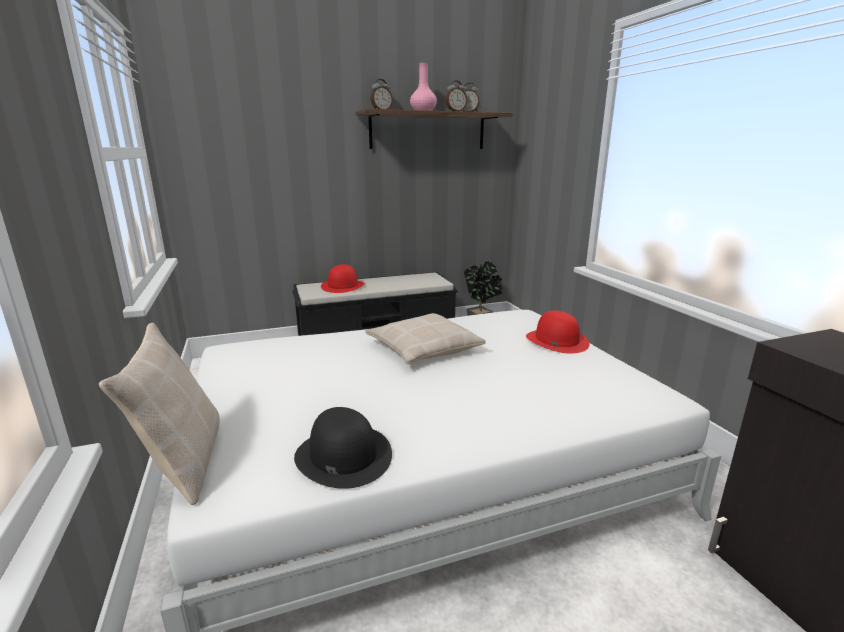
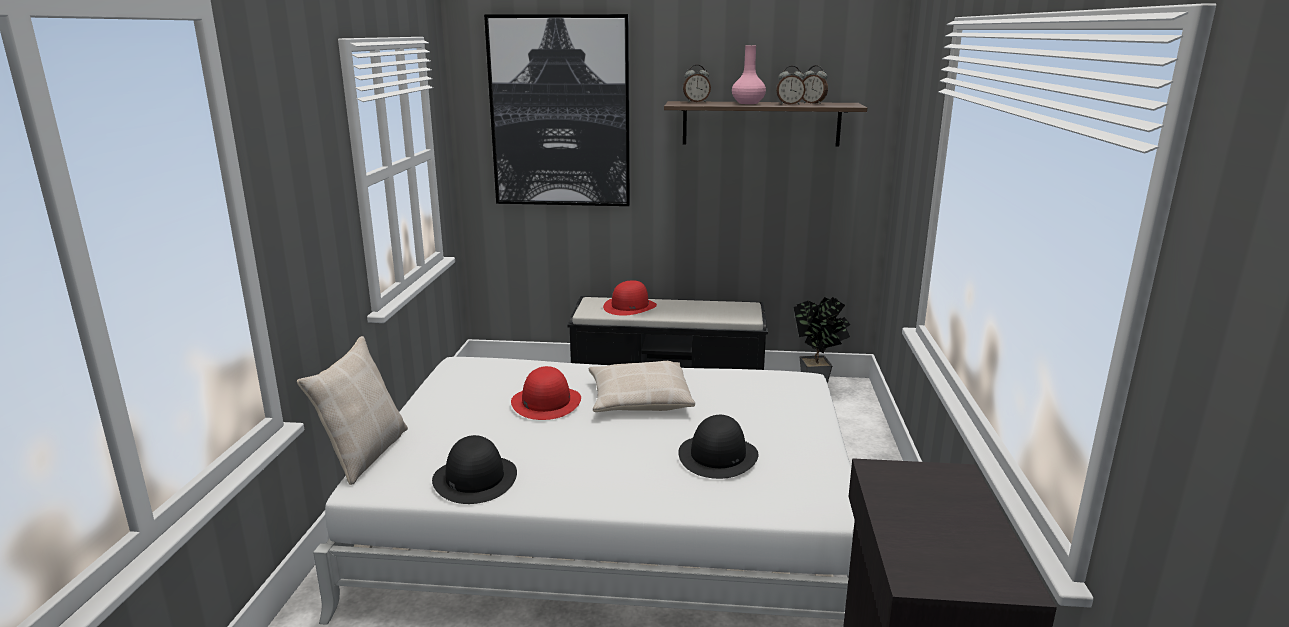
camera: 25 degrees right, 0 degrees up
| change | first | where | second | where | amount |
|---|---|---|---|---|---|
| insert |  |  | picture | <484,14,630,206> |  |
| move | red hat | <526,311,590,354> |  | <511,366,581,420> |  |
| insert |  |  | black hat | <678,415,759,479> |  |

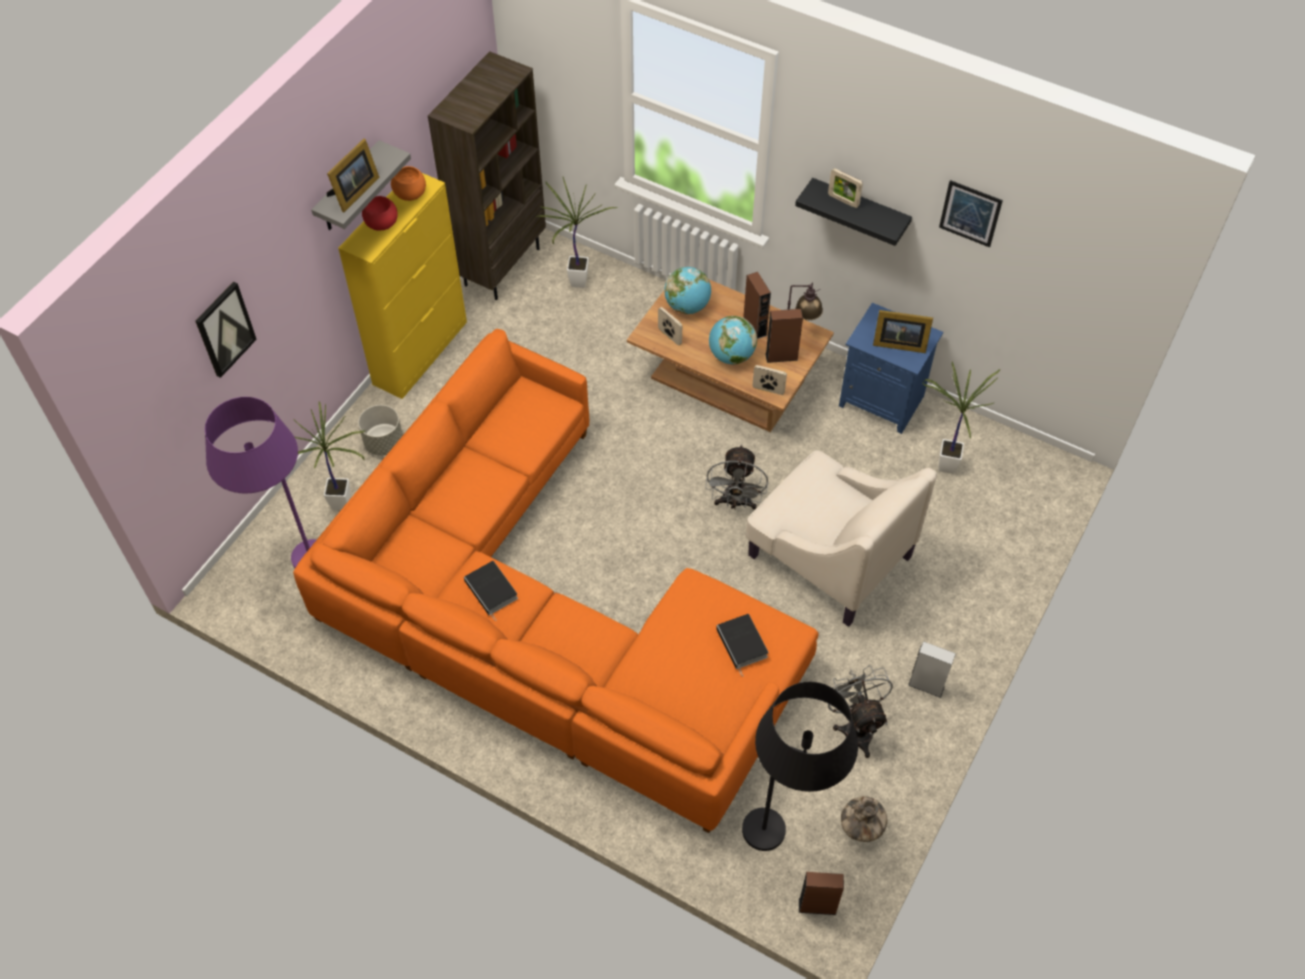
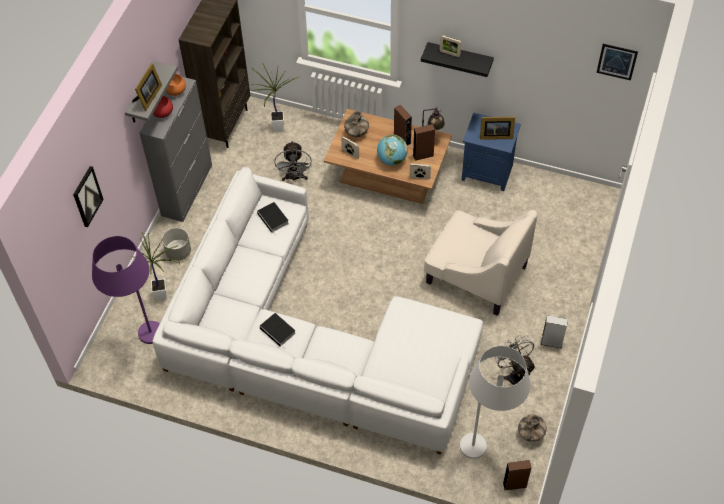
camera: 10 degrees left, 0 degrees up
| change | first | where | second | where | amount |
|---|---|---|---|---|---|
| recolor | yellow cabinet | <338,173,467,399> | grey cabinet | <139,77,212,222> |  |
| recolor | orange sofa | <293,329,819,833> | white sofa | <153,167,483,455> |  |
| move | book | <716,614,768,676> |  | <257,202,289,236> |  |
| move | grey fan | <705,444,768,510> |  | <274,141,312,181> |  |
| replace | globe | <664,267,711,314> | vase | <344,111,369,138> |  |
| recolor | black floor lamp | <742,682,858,851> | white floor lamp | <460,346,531,459> |  |
| move | picture | <939,180,1003,247> |  | <597,44,638,80> |  |
| delete | potted plant | <923,362,1000,474> |  |  |  |

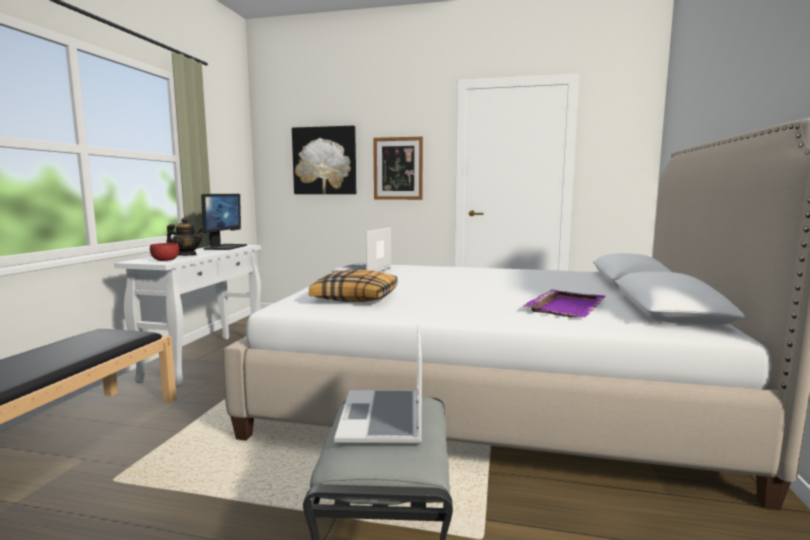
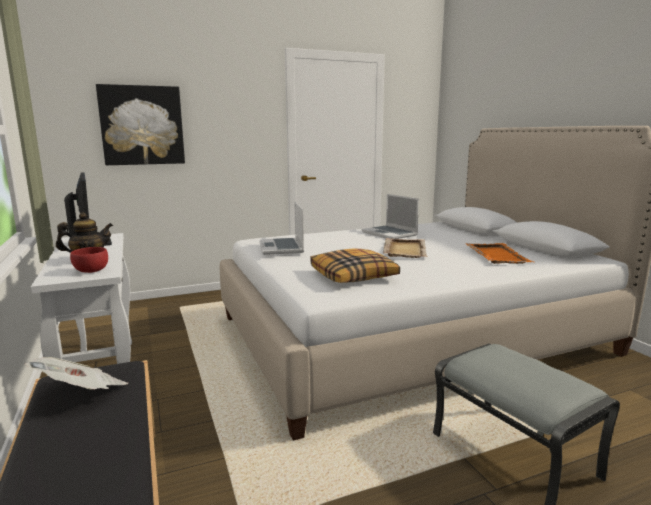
camera: 35 degrees left, 5 degrees up
| change | first | where | second | where | amount |
|---|---|---|---|---|---|
| insert |  |  | newspaper | <24,357,128,390> |  |
| move | laptop | <334,324,422,445> |  | <362,194,419,239> |  |
| insert |  |  | beige tray | <383,238,428,258> |  |
| recolor | purple tray | <524,289,606,317> | orange tray | <465,243,533,264> |  |
| delete | picture | <373,137,423,200> |  |  |  |

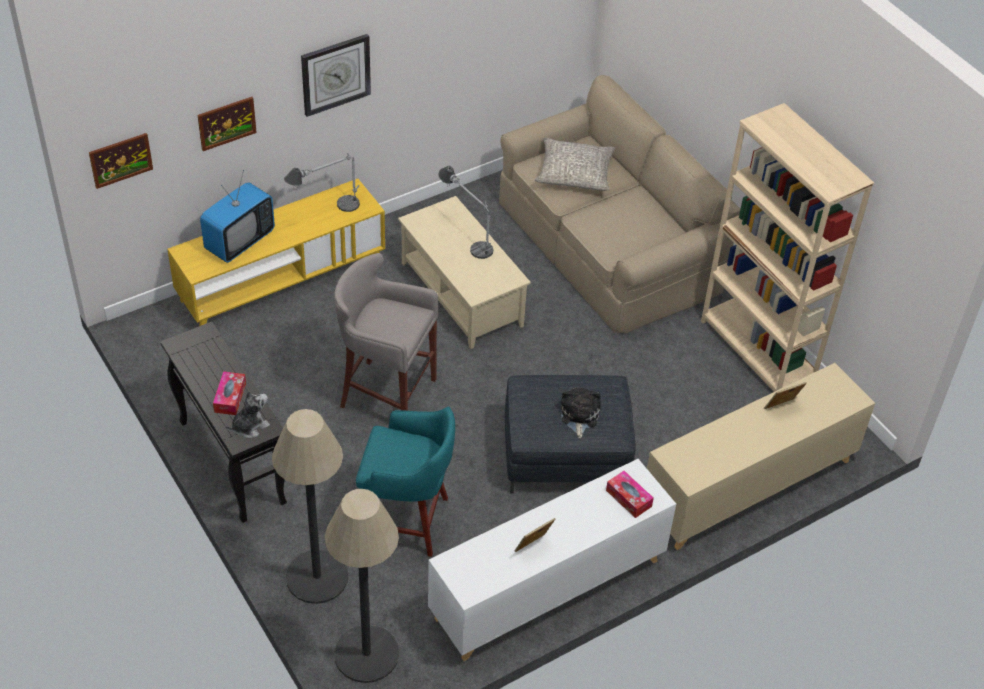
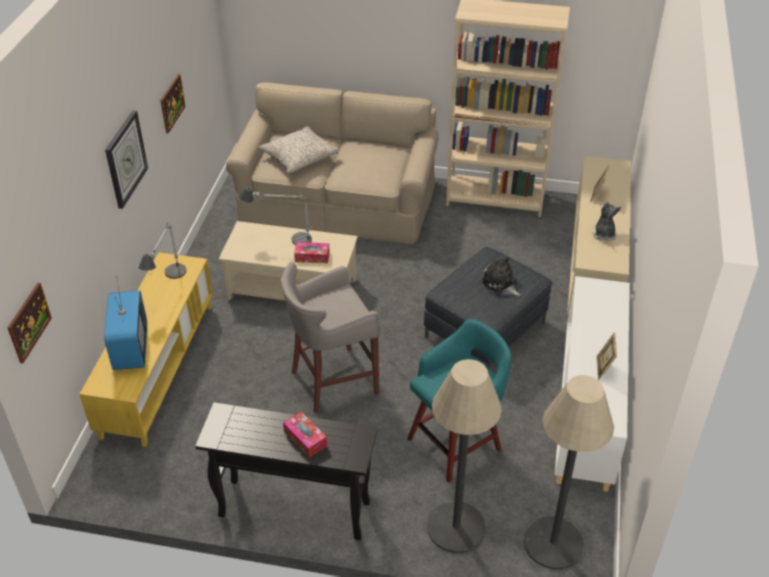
camera: 45 degrees left, 5 degrees down
| change | first | where | second | where | amount |
|---|---|---|---|---|---|
| move | picture | <198,97,257,151> |  | <160,74,185,134> |  |
| move | tissue box | <606,471,654,518> |  | <294,242,330,263> |  |
| move | plush toy | <226,391,270,438> |  | <592,202,621,241> |  |

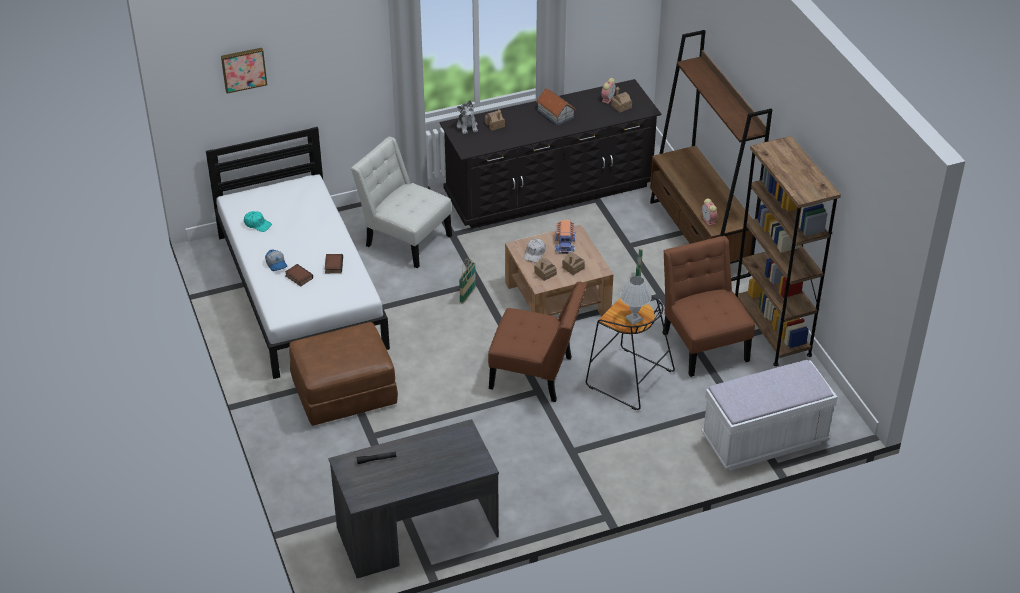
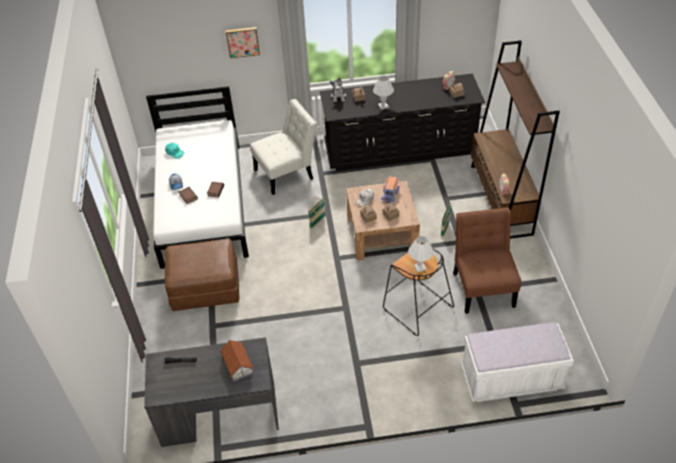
camera: 15 degrees right, 5 degrees up
| change | first | where | second | where | amount |
|---|---|---|---|---|---|
| move | toy house | <537,88,576,125> |  | <220,340,254,382> |  |
| move | picture | <221,48,267,94> |  | <226,27,260,58> |  |
| rotate | white chair | <351,137,452,268> |  | <250,99,317,195> | 105 degrees clockwise |
| insert |  |  | white table lamp | <373,76,394,110> |  |
| delete | brown chair | <488,281,587,402> |  |  |  |
| delete | brown bookcase | <735,136,841,366> |  |  |  |

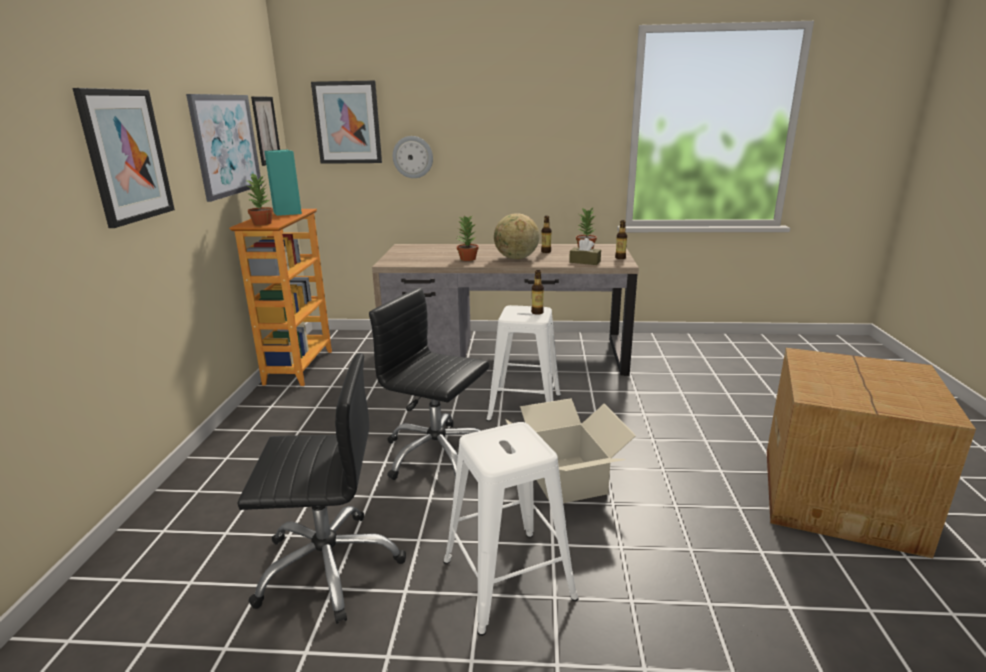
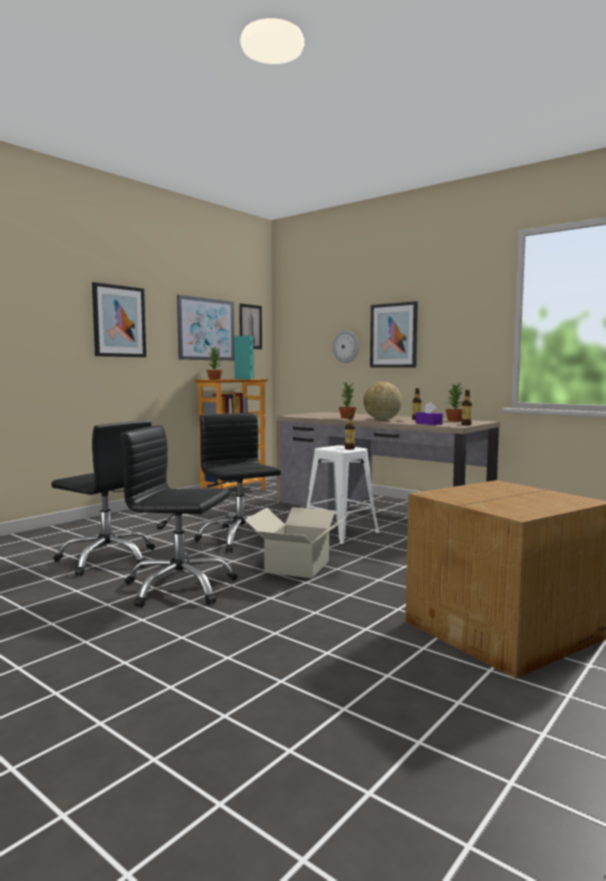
camera: 35 degrees right, 15 degrees down
| change | first | where | second | where | amount |
|---|---|---|---|---|---|
| replace | white stool | <443,422,579,636> | black office chair | <121,425,237,607> |  |
| move | picture | <311,80,382,164> |  | <370,301,418,368> |  |
| recolor | brown tissue box | <569,238,601,265> | purple tissue box | <415,402,443,425> |  |

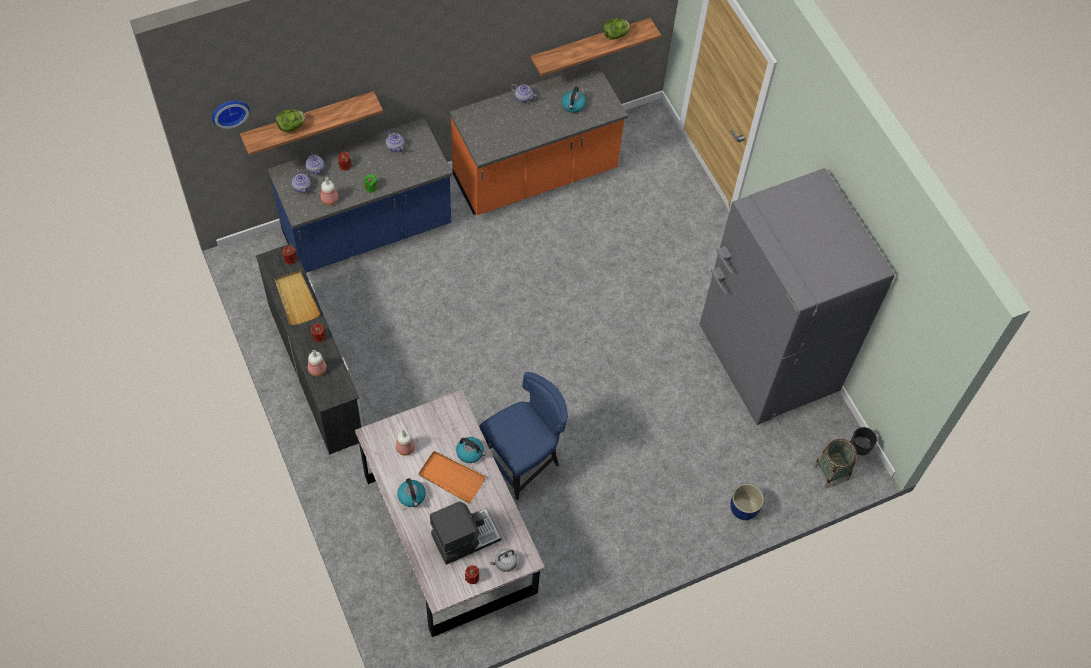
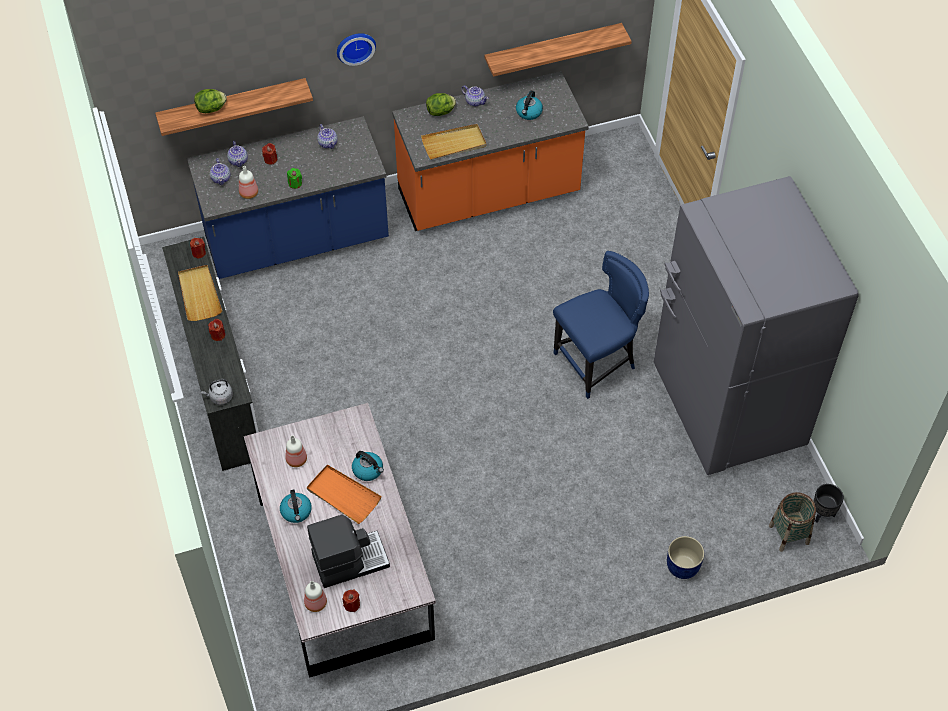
camera: 10 degrees right, 5 degrees down
| change | first | where | second | where | amount |
|---|---|---|---|---|---|
| move | grey kettle | <489,549,517,572> |  | <201,379,233,405> |  |
| move | bottle | <308,350,327,376> |  | <304,581,327,612> |  |
| move | wall clock | <212,100,250,129> |  | <337,33,376,66> |  |
| insert |  |  | beige tray | <421,124,487,160> |  |
| move | lettuce | <603,18,630,40> |  | <426,93,456,116> |  |
| move | blue chair | <479,372,568,500> |  | <553,251,649,399> |  |

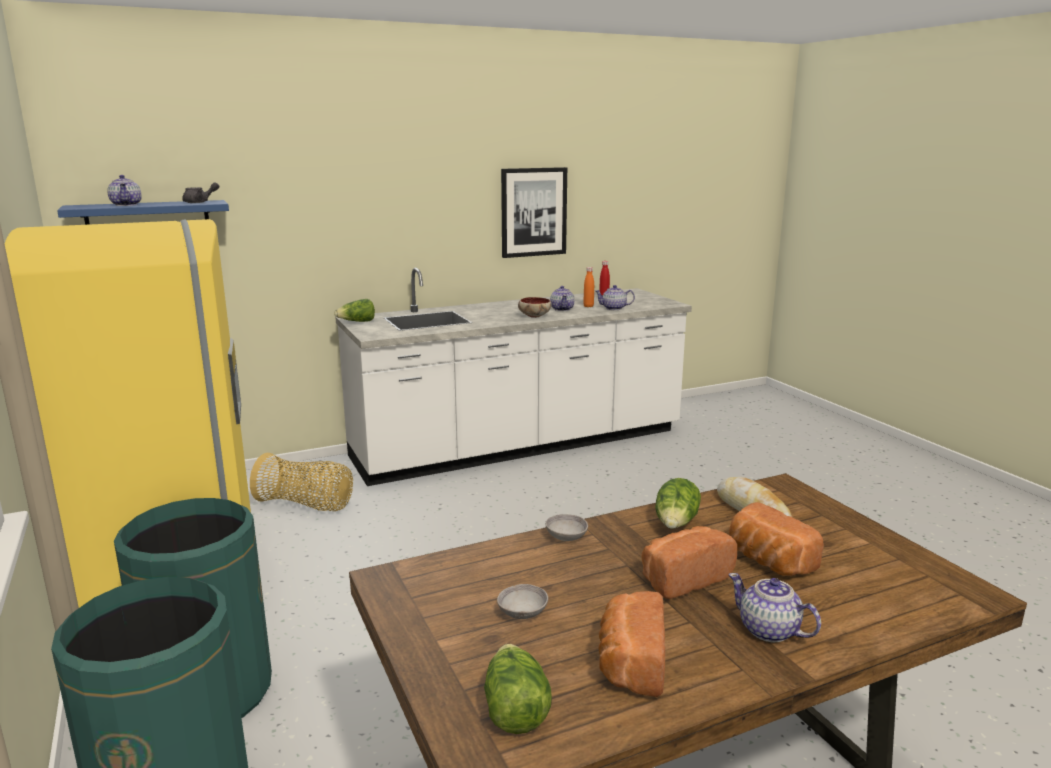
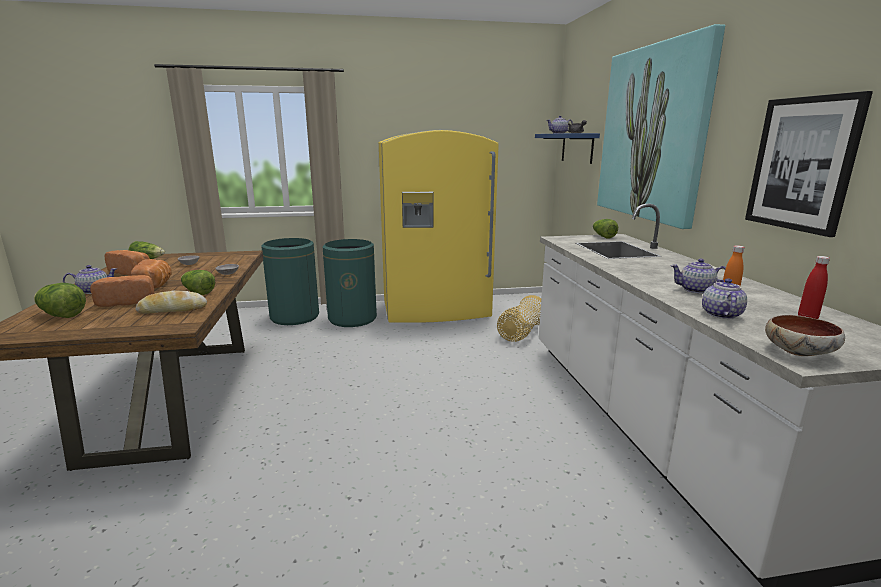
camera: 105 degrees right, 0 degrees up
| change | first | where | second | where | amount |
|---|---|---|---|---|---|
| insert |  |  | lettuce | <34,283,86,318> |  |
| insert |  |  | picture | <597,24,725,229> |  |
| move | bowl | <518,297,551,318> |  | <765,315,845,356> |  |

